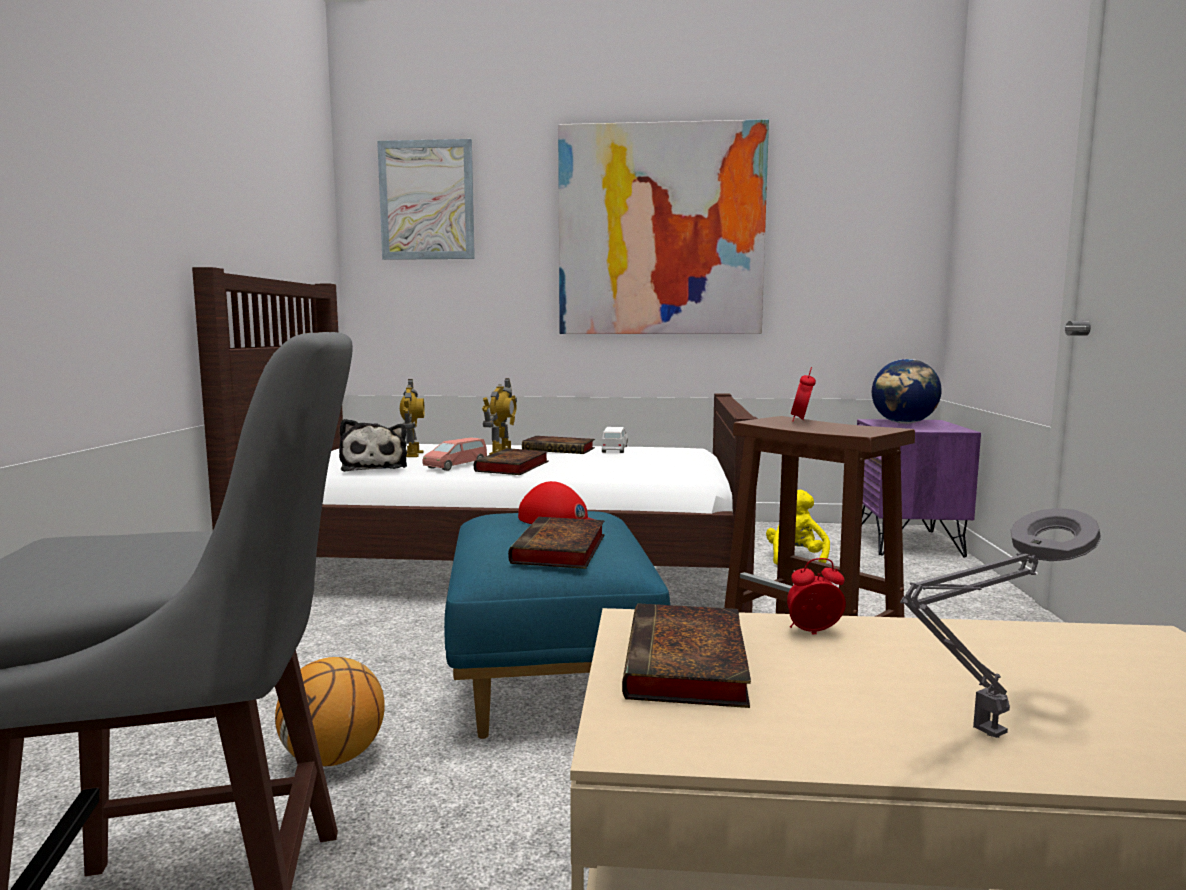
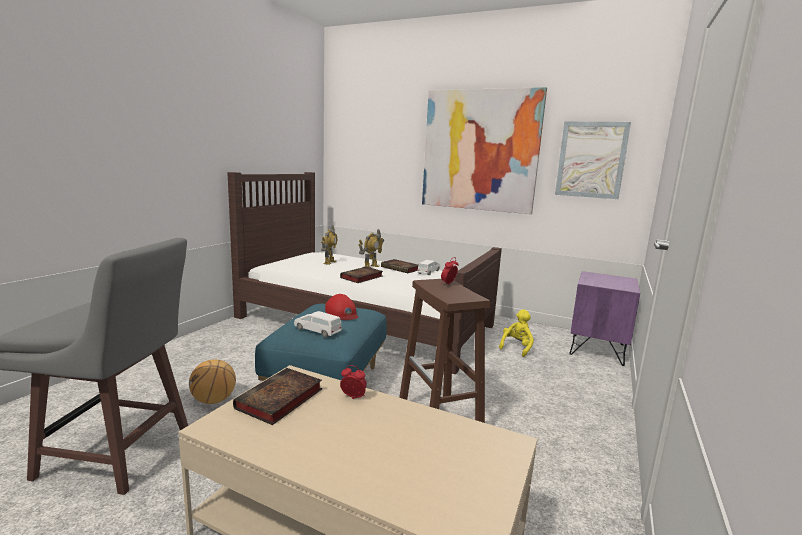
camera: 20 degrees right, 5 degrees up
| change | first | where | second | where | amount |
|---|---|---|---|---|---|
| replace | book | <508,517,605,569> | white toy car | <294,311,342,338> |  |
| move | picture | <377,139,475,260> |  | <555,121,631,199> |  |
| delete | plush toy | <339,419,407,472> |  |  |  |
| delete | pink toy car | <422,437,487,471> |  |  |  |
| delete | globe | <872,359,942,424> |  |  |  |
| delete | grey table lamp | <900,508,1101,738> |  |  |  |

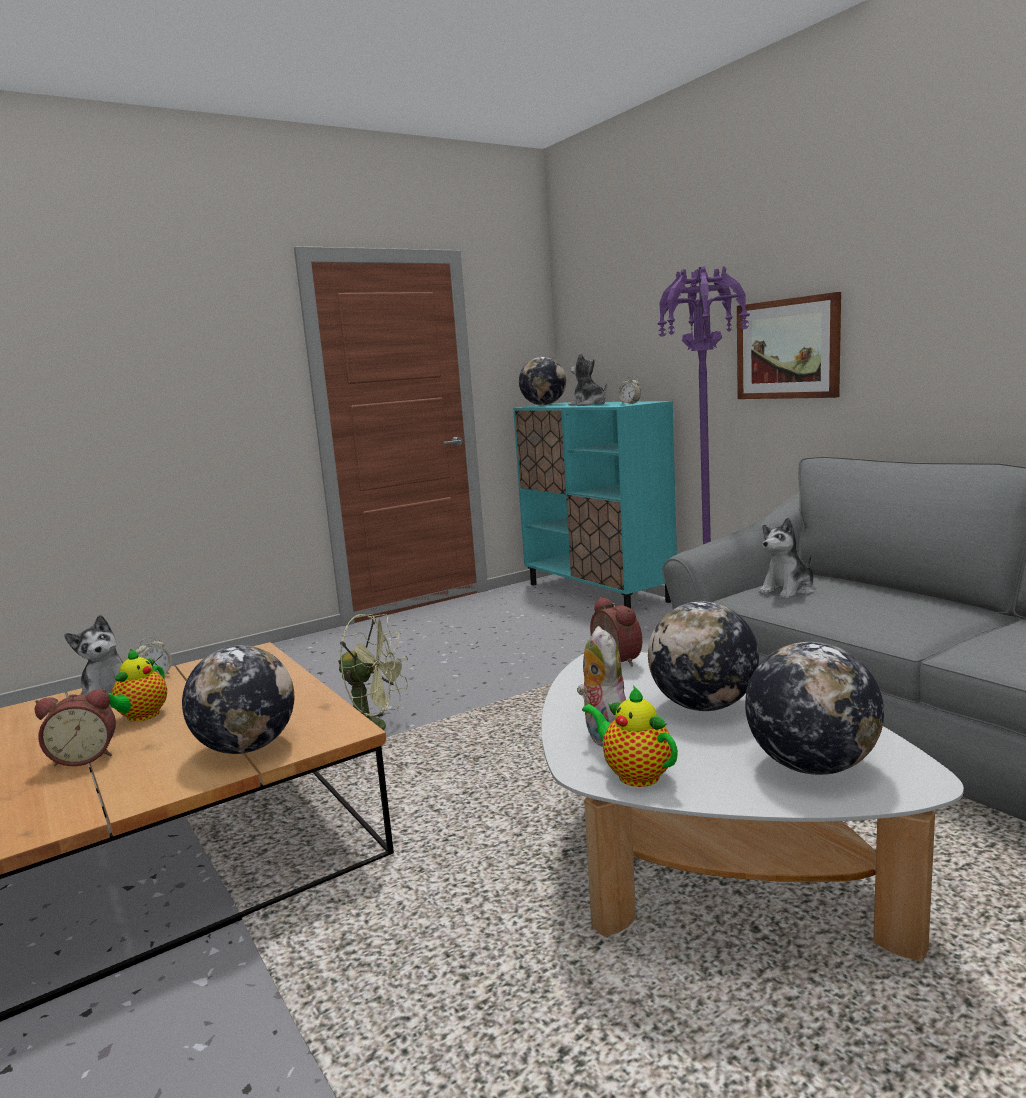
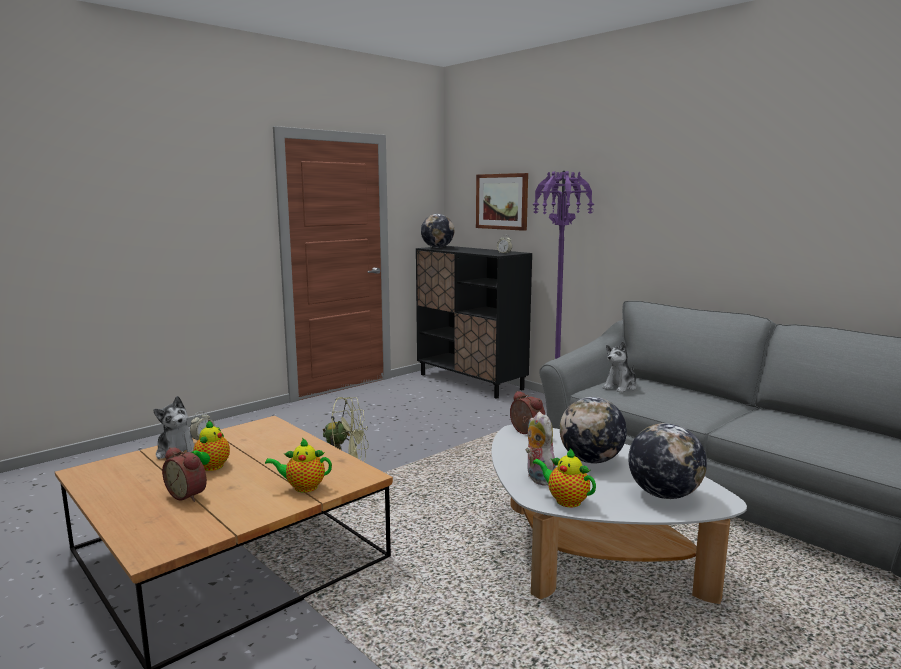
camera: 10 degrees left, 0 degrees up
| change | first | where | second | where | amount |
|---|---|---|---|---|---|
| rotate | alarm clock | <35,689,116,766> |  | <162,447,207,502> | 60 degrees clockwise |
| replace | globe | <182,645,294,754> | teapot | <265,438,332,493> |  |
| recolor | turquoise cabinet | <513,401,677,608> | black cabinet | <416,246,532,398> |  |
| move | picture | <737,292,841,399> |  | <476,173,528,231> |  |
| delete | plush toy | <568,353,607,406> |  |  |  |

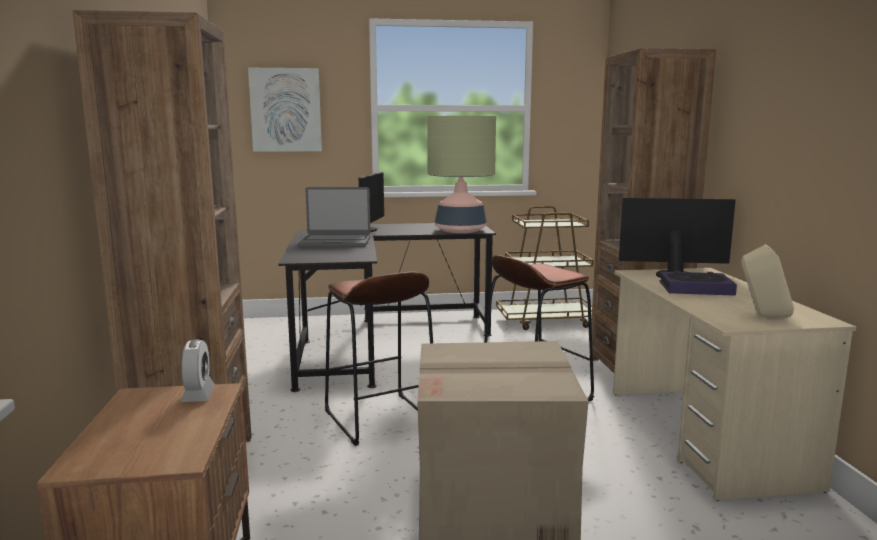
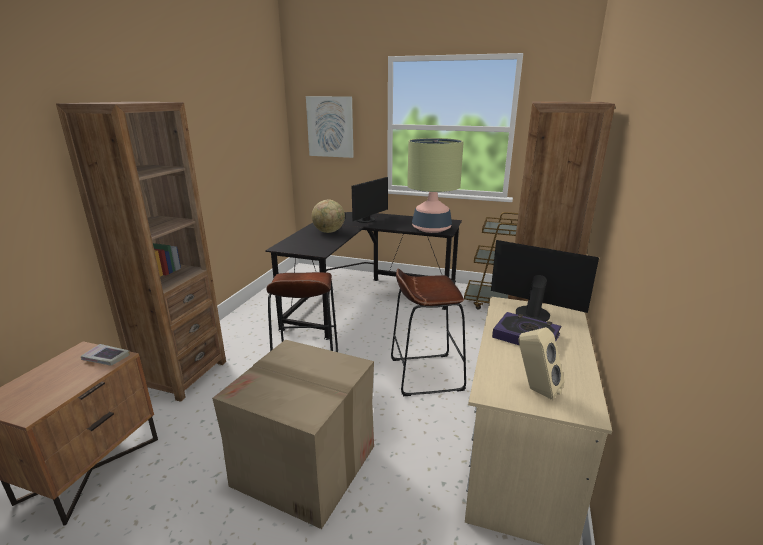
camera: 25 degrees right, 10 degrees up
| change | first | where | second | where | amount |
|---|---|---|---|---|---|
| replace | alarm clock | <181,339,215,402> | book | <81,344,130,366> |  |
| replace | laptop | <298,187,370,247> | globe | <312,199,345,233> |  |

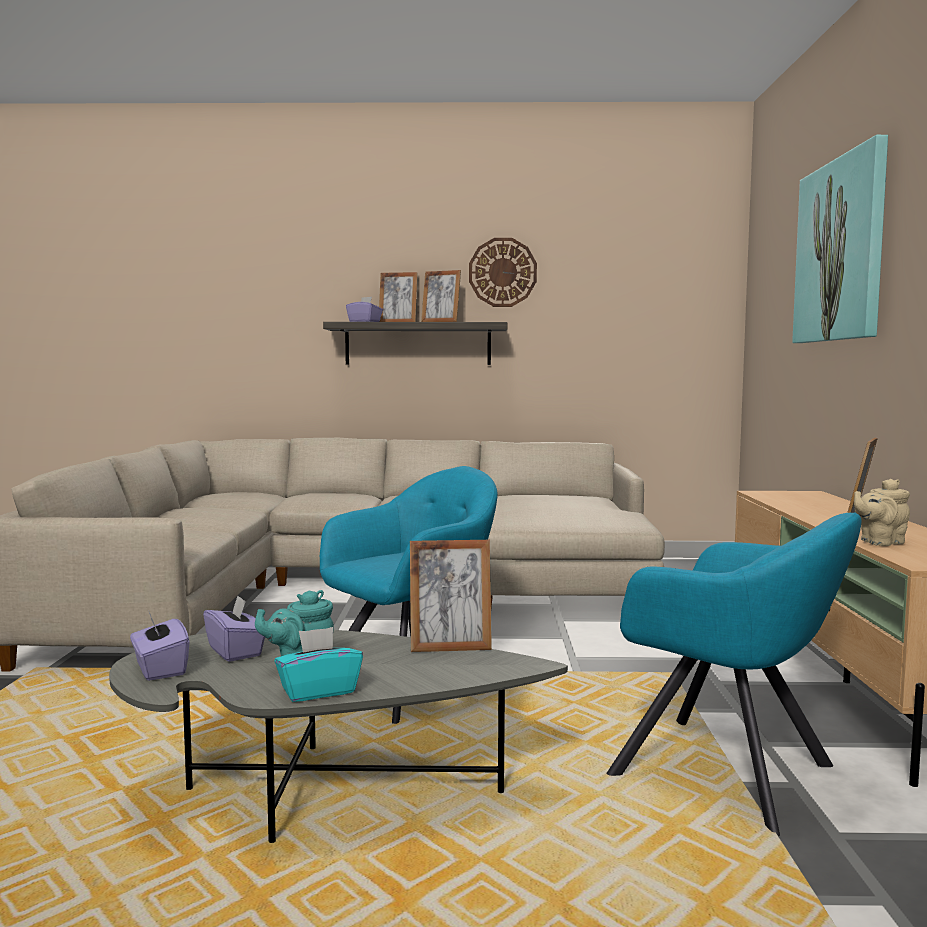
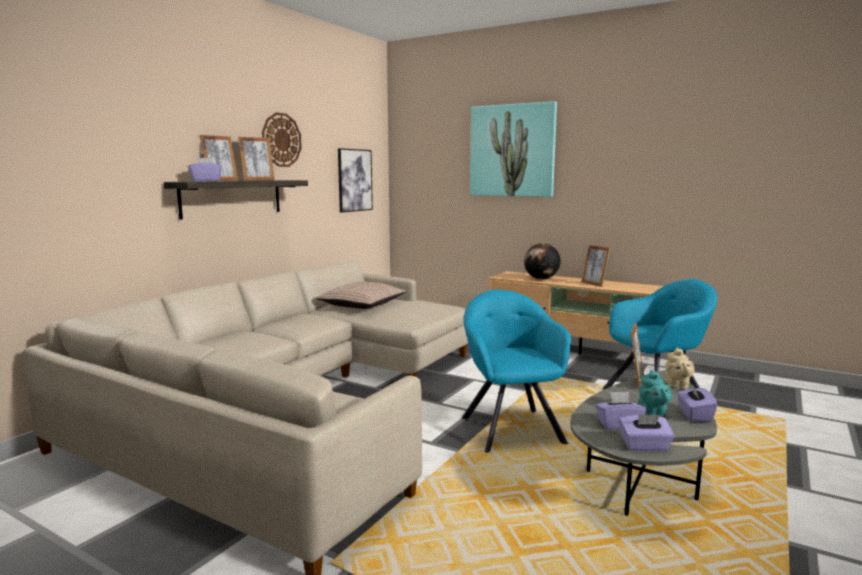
camera: 60 degrees left, 5 degrees up
| change | first | where | second | where | amount |
|---|---|---|---|---|---|
| insert |  |  | pillow | <316,282,406,309> |  |
| insert |  |  | picture | <338,148,373,213> |  |
| insert |  |  | globe | <524,243,561,280> |  |
| move | beige teapot | <854,479,910,546> |  | <665,347,694,390> |  |
| recolor | turquoise tissue box | <274,627,363,702> | purple tissue box | <677,383,718,422> |  |

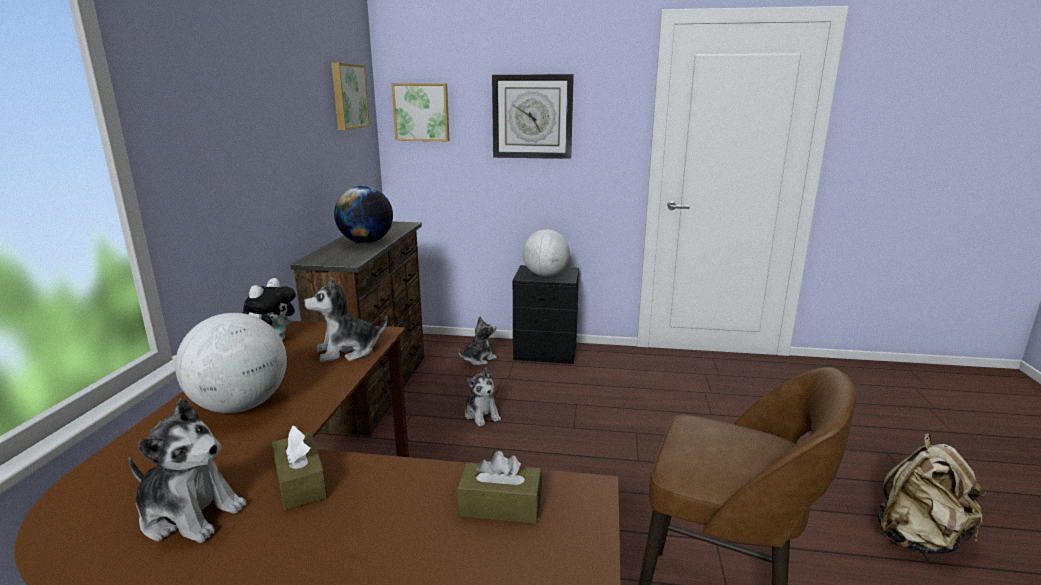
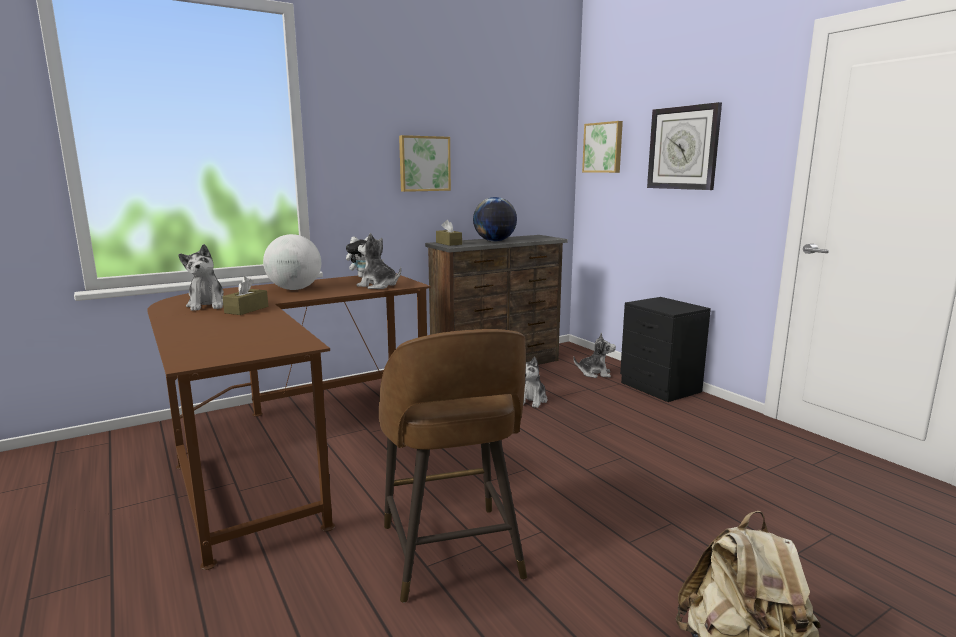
camera: 50 degrees right, 5 degrees down
| change | first | where | second | where | amount |
|---|---|---|---|---|---|
| move | picture | <331,62,370,130> |  | <399,135,451,192> |  |
| move | brown tissue box | <457,451,542,524> |  | <436,220,462,246> |  |
| delete | globe | <523,229,570,277> |  |  |  |

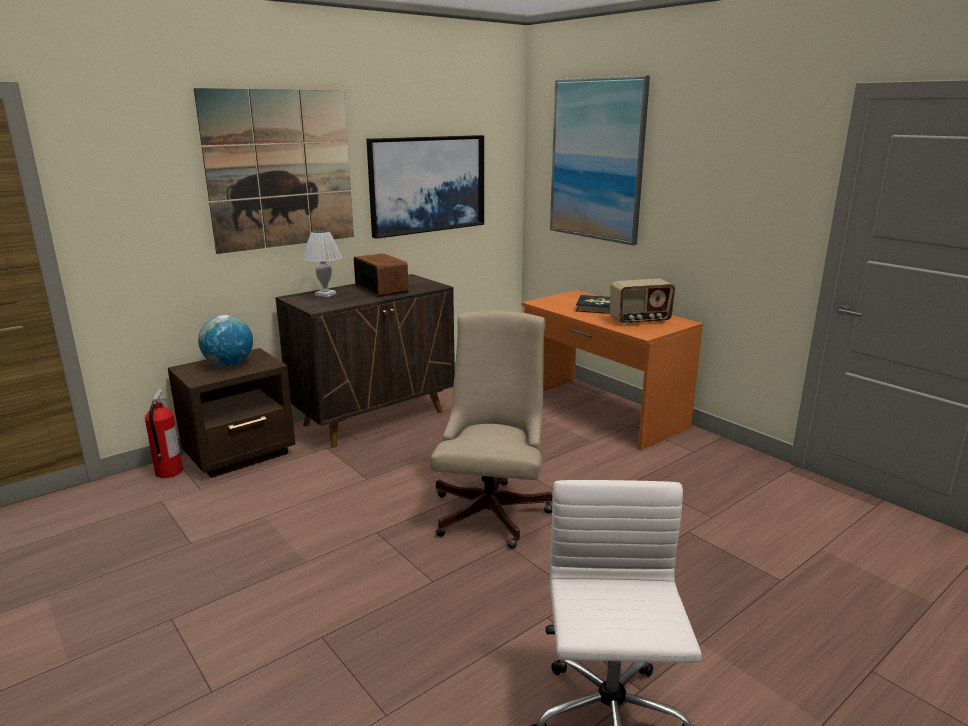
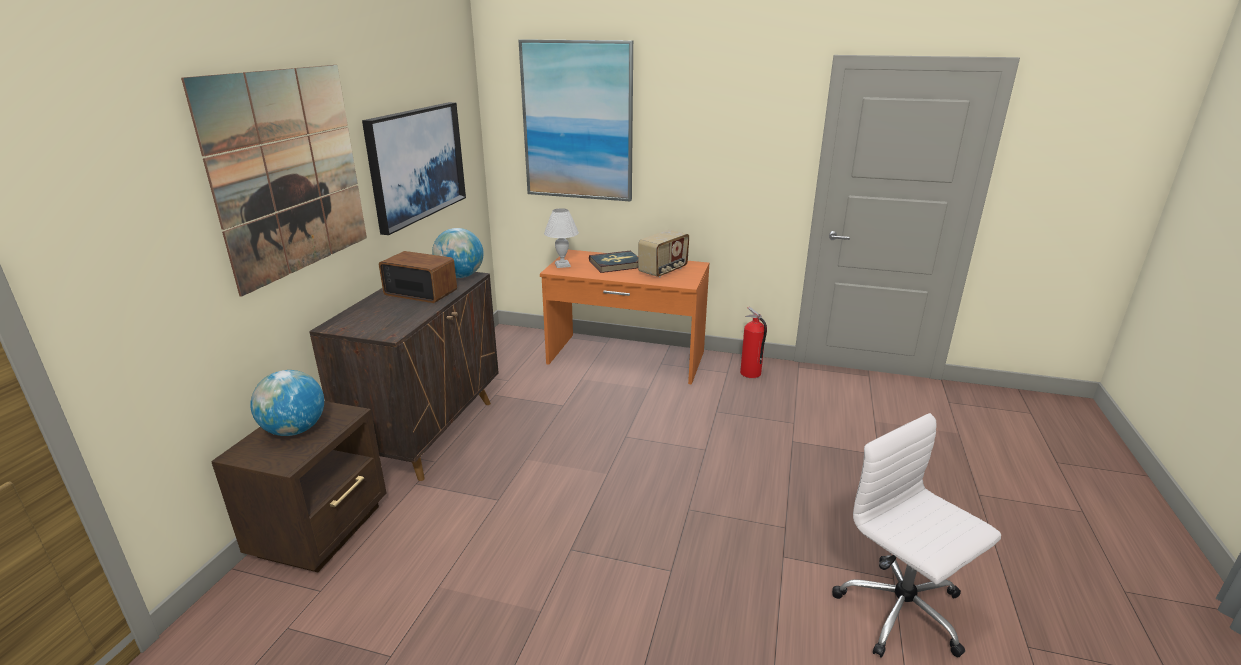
camera: 35 degrees left, 5 degrees up
| change | first | where | second | where | amount |
|---|---|---|---|---|---|
| insert |  |  | globe | <432,228,484,278> |  |
| move | white table lamp | <302,230,342,297> |  | <544,208,579,268> |  |
| move | fire extinguisher | <145,389,183,478> |  | <740,307,767,378> |  |
| delete | beige office chair | <430,311,552,549> |  |  |  |

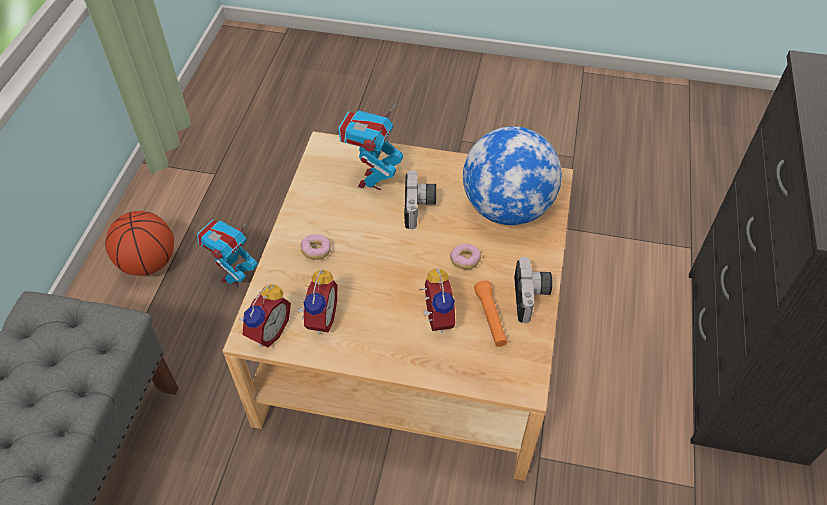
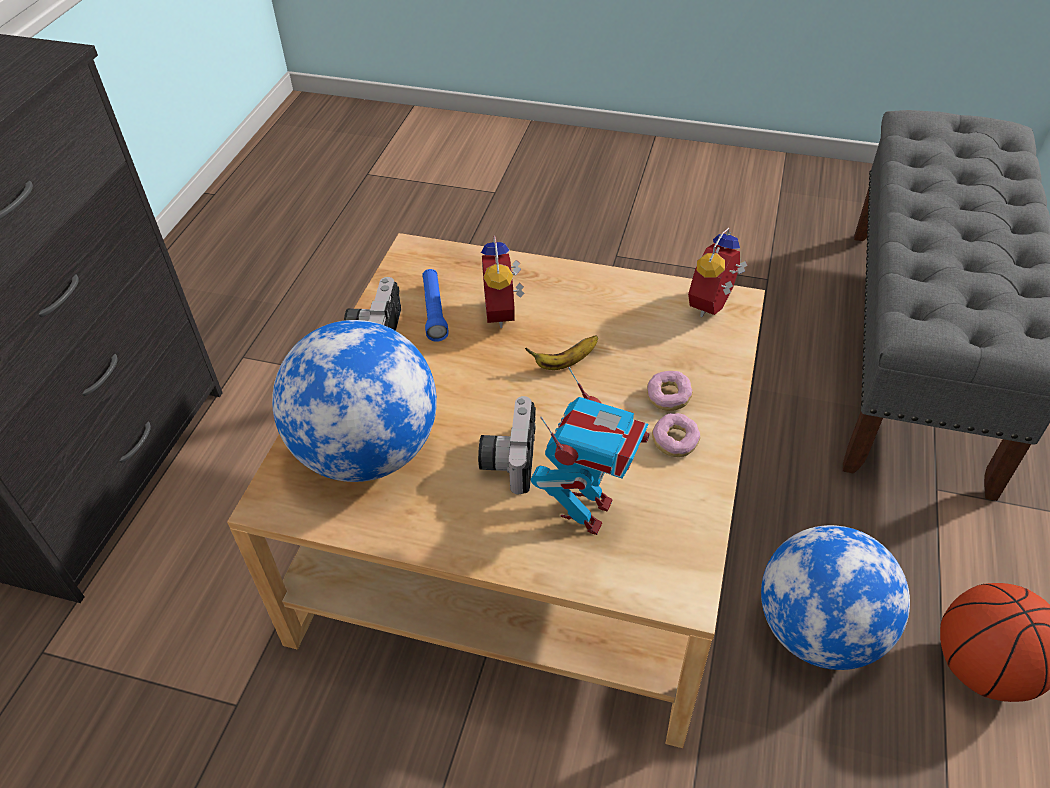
camera: 175 degrees left, 5 degrees down
| change | first | where | second | where | amount |
|---|---|---|---|---|---|
| recolor | orange flashlight | <474,280,507,347> | blue flashlight | <422,269,449,342> |  |
| insert |  |  | banana | <525,335,598,370> |  |
| move | donut | <450,244,481,269> |  | <652,413,700,457> |  |
| replace | toy robot | <197,220,258,288> | globe | <761,525,910,670> |  |
| delete | alarm clock | <297,270,337,335> |  |  |  |

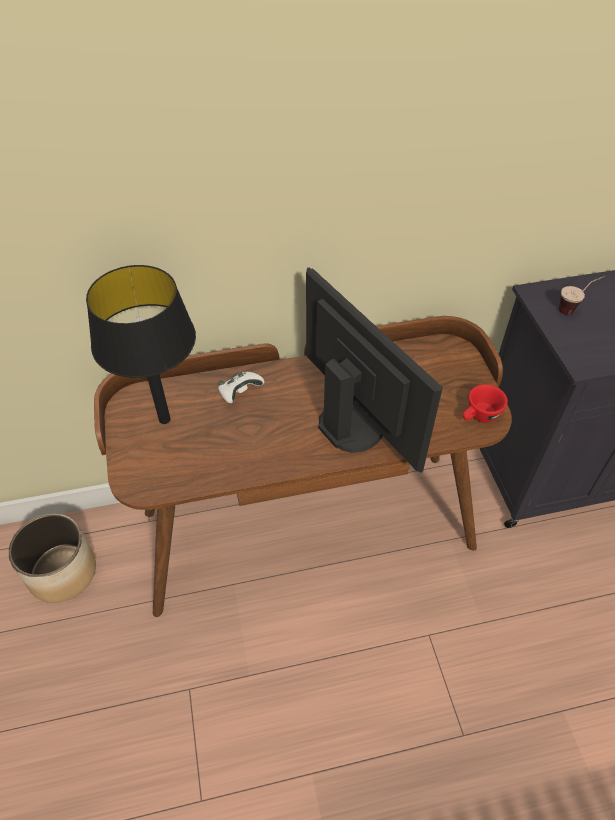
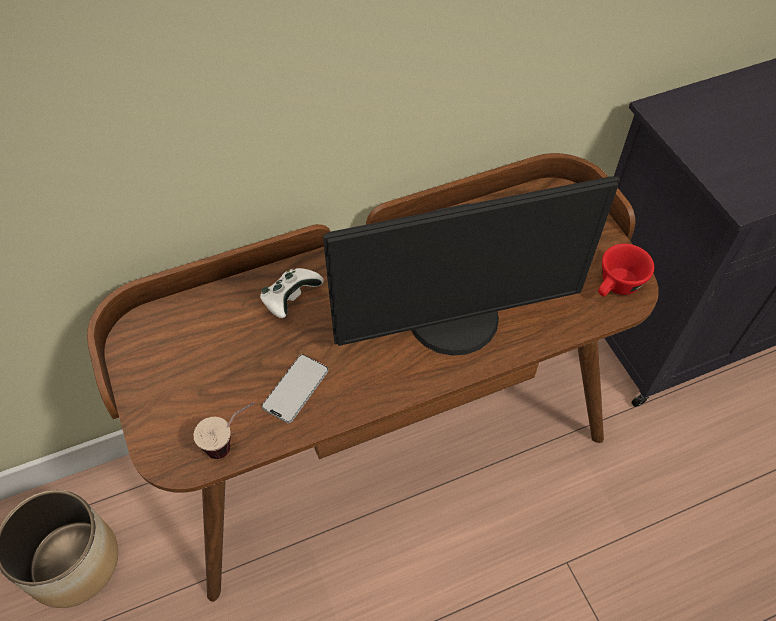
camera: 10 degrees left, 5 degrees up
| change | first | where | second | where | amount |
|---|---|---|---|---|---|
| move | cup | <559,276,605,315> |  | <193,402,255,459> |  |
| insert |  |  | phone | <262,354,328,423> |  |
| rotate | monitor | <306,267,443,473> |  | <323,176,620,356> | 120 degrees clockwise |
| delete | black table lamp | <86,265,196,424> |  |  |  |

